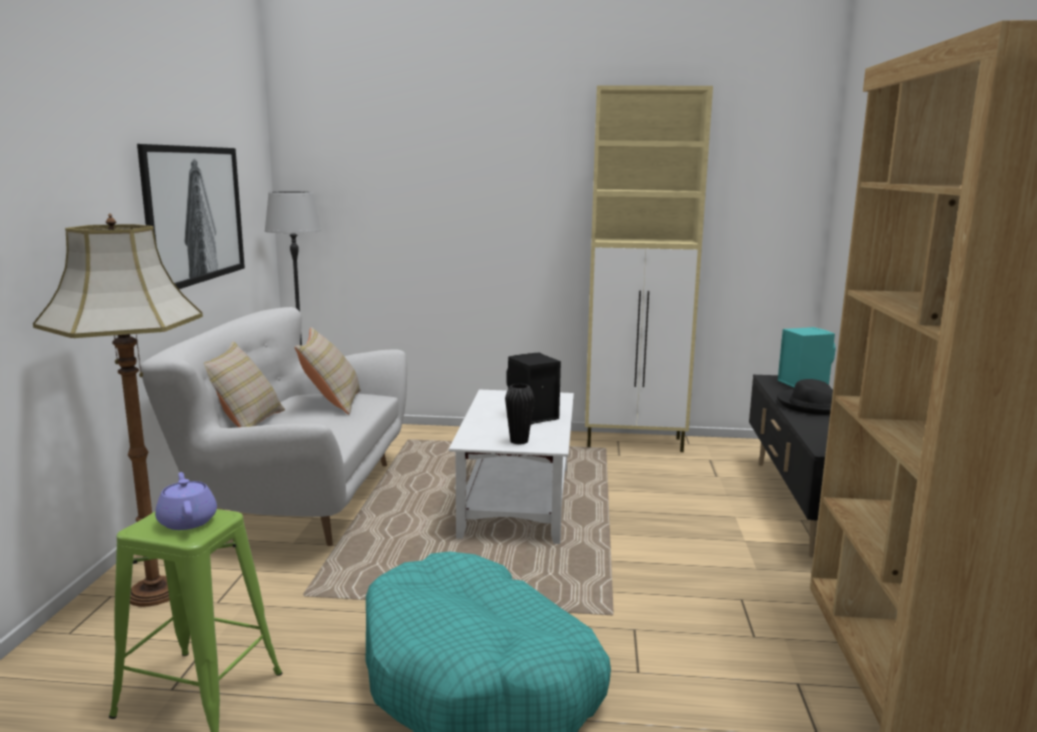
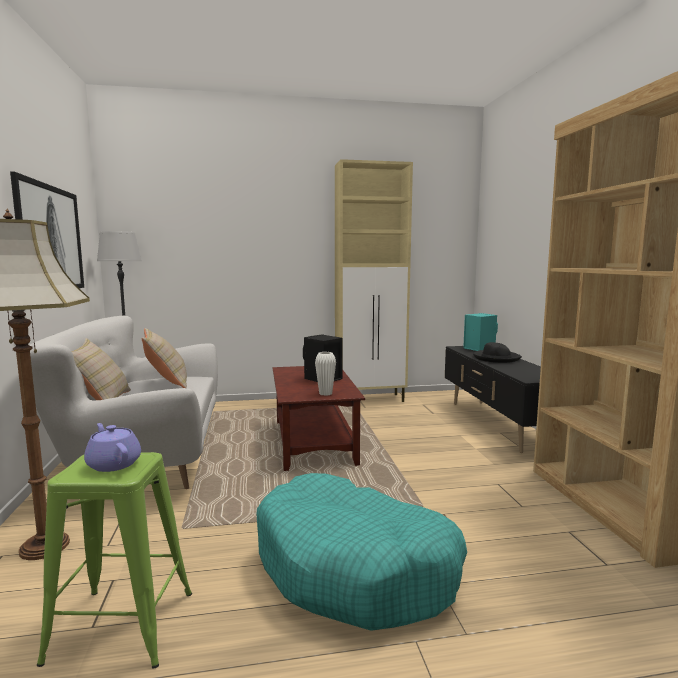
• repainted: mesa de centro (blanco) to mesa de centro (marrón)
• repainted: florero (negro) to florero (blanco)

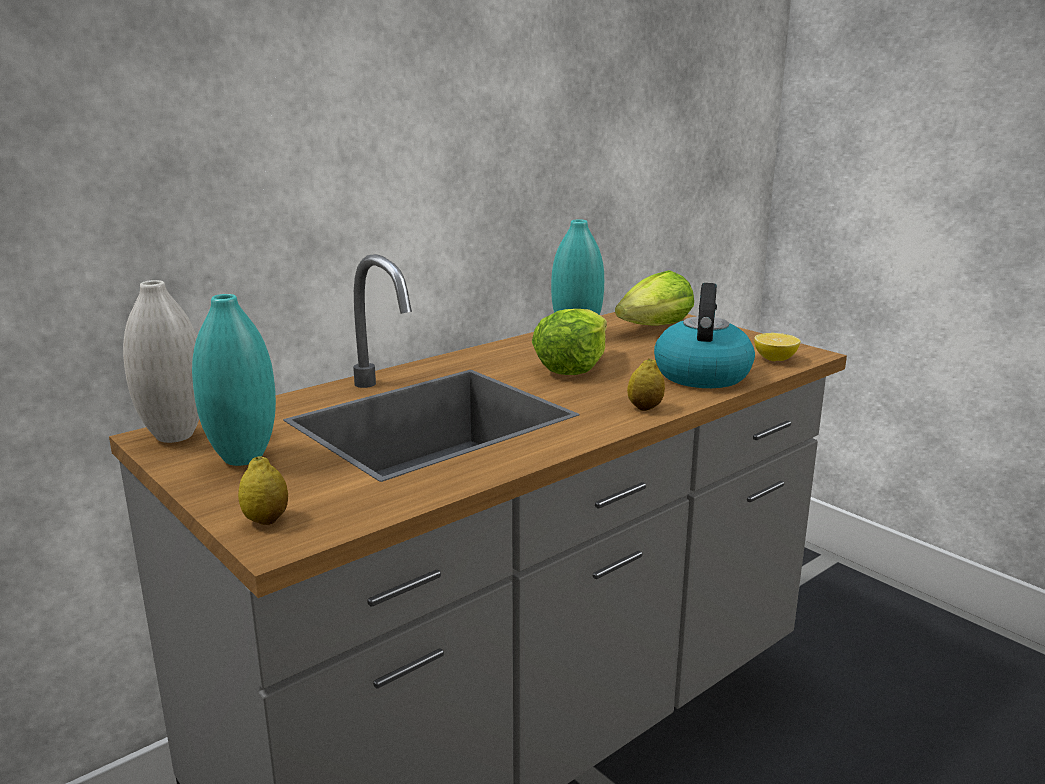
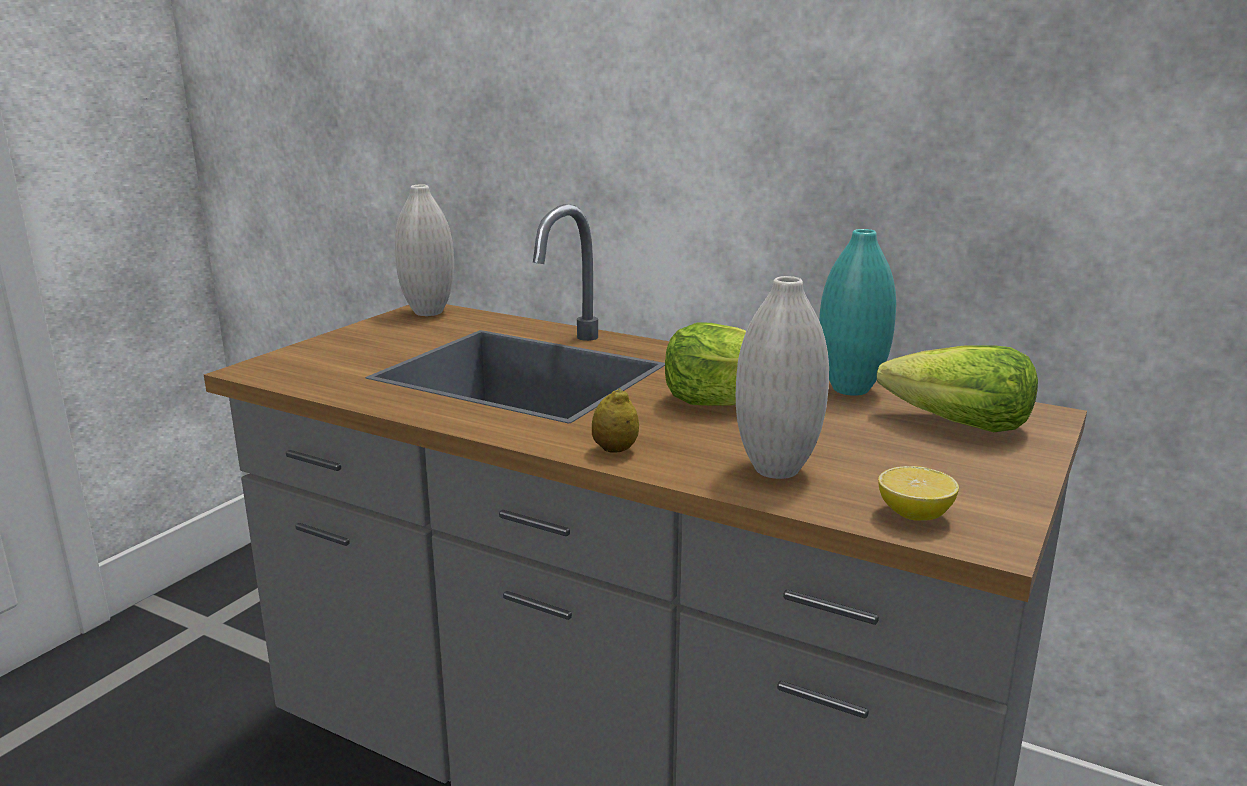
• swapped: hervidor to florero (blanco) (no. 2 from left)
• gone: florero (turquesa) (no. 1 from left)
• gone: limón (no. 1 from left)

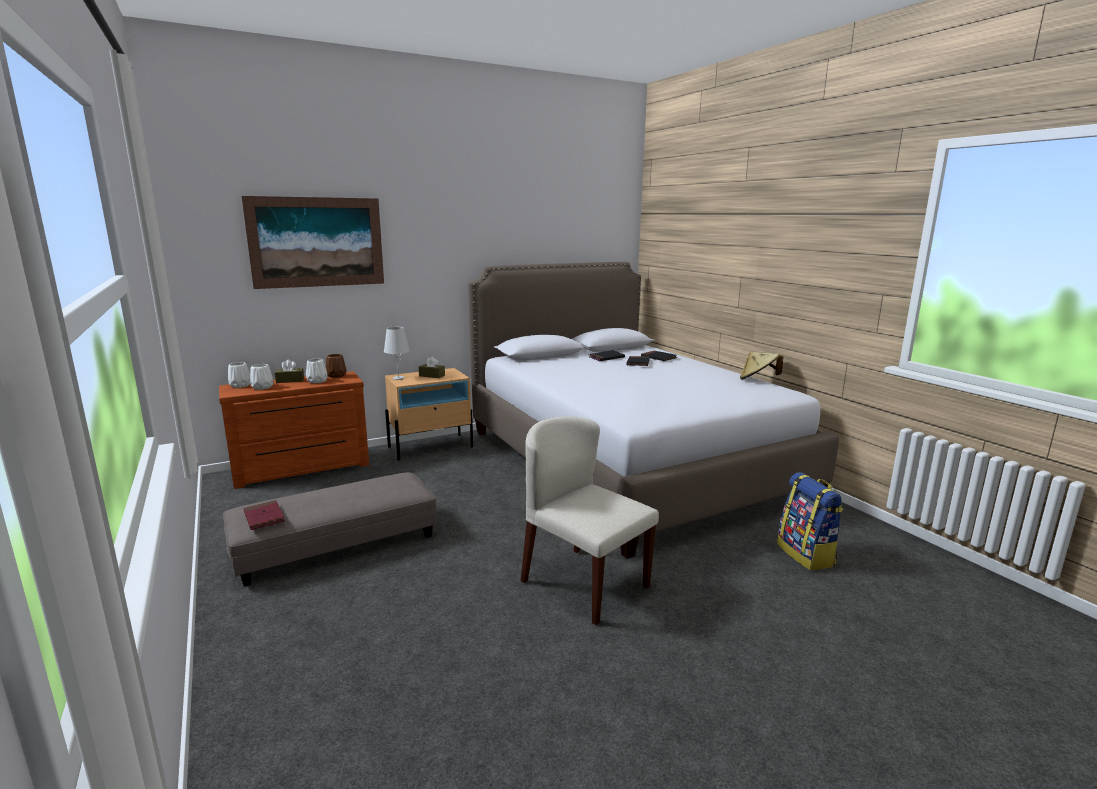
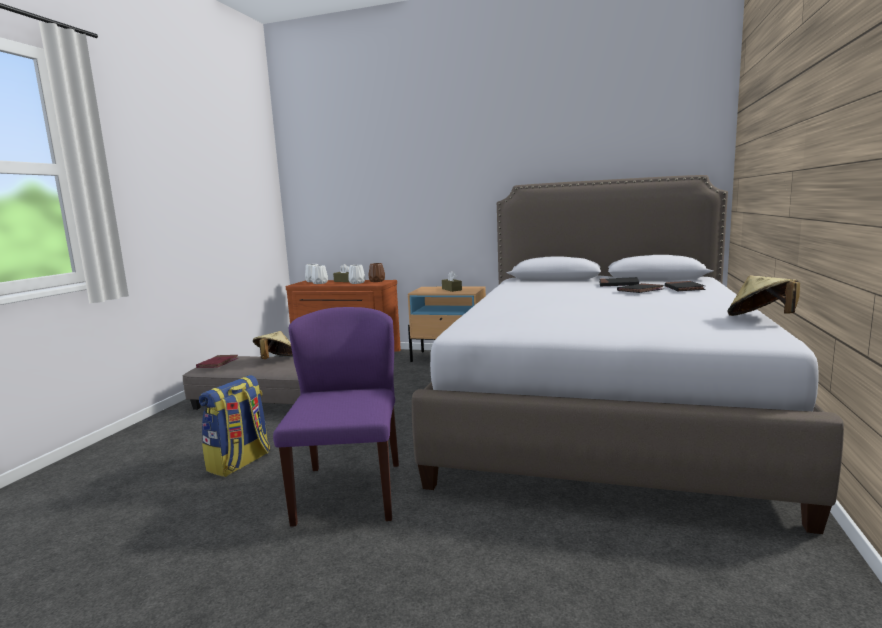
• shifted: mochila
• new: sombrero (beis) (no. 1 from left)
• repainted: silla (beis) to silla (morado)
• gone: cuadro
• gone: lámpara de mesa (blanco)

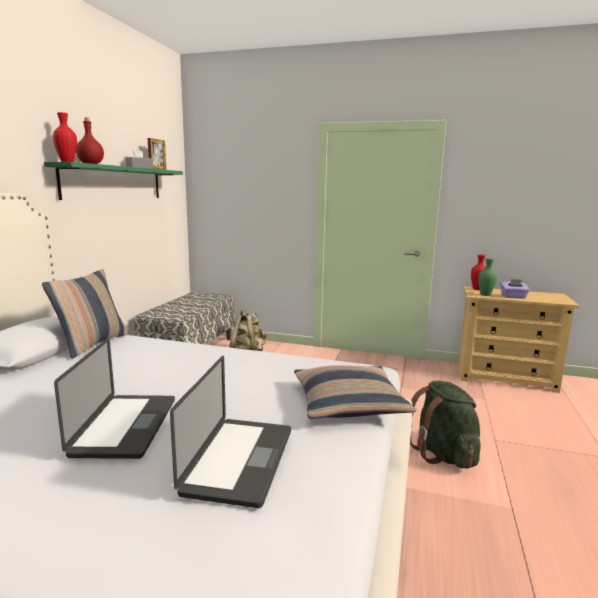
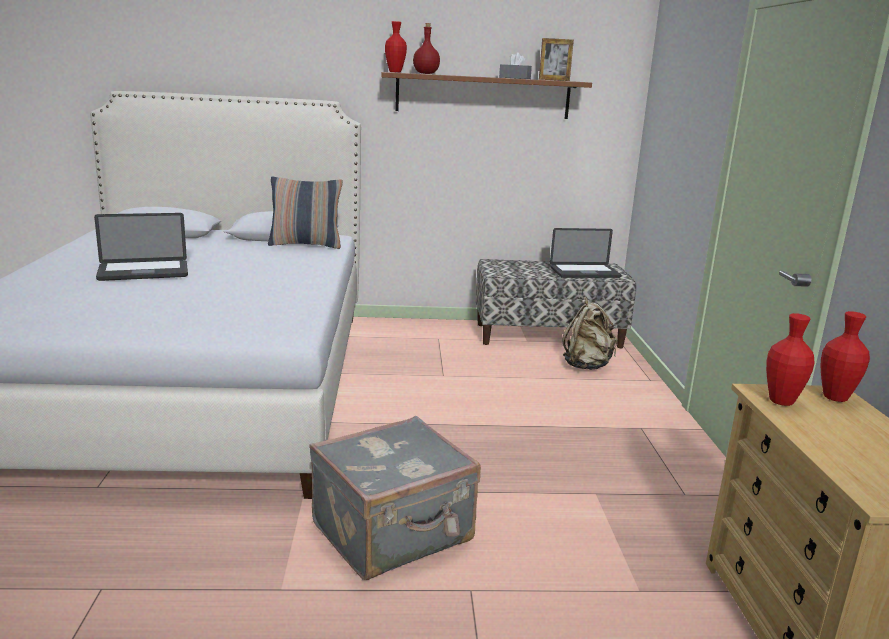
• swapped: mochila (verde) to maleta (gris)
• repainted: estante (verde) to estante (marrón)
• shifted: portátil (no. 2 from left)
• repainted: florero (verde) to florero (rojo) (no. 2 from left)
• gone: cojín (no. 2 from left)
• gone: caja de pañuelos (morado)

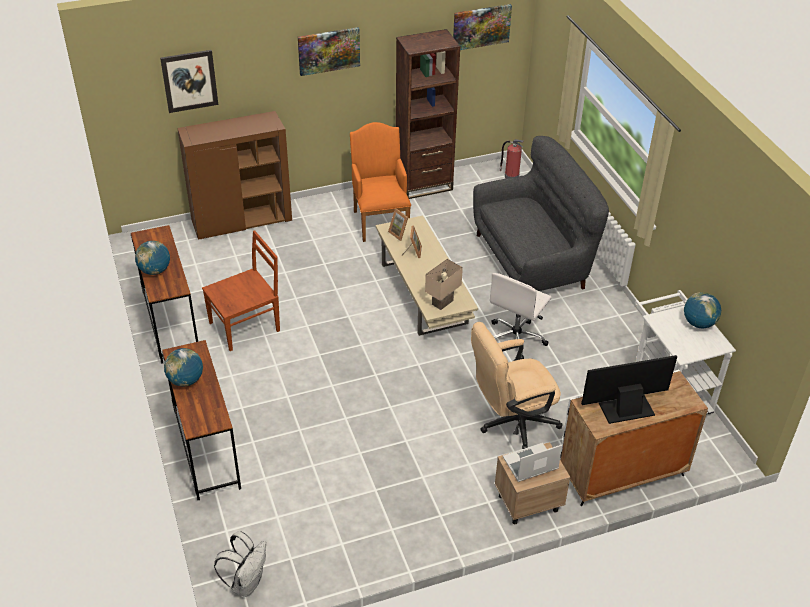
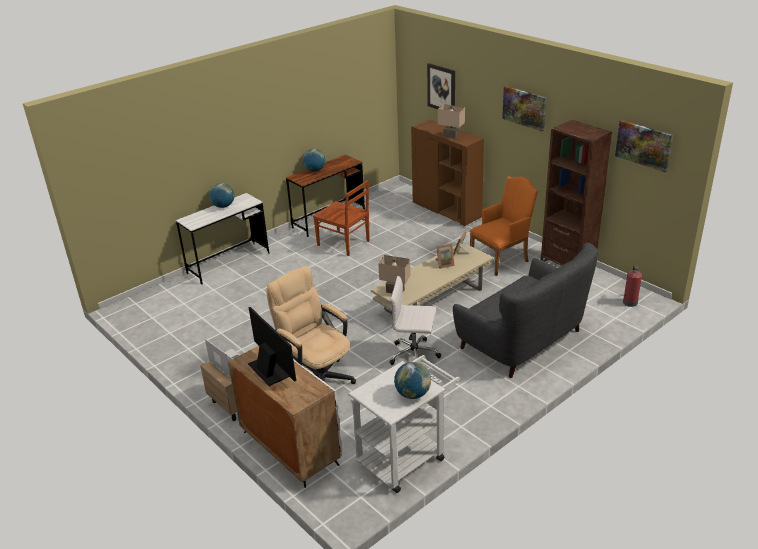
• repainted: escritorio (marrón) (no. 2 from left) to escritorio (blanco)
• new: lámpara de mesa (beis) (no. 2 from left)
• gone: mochila (blanco)

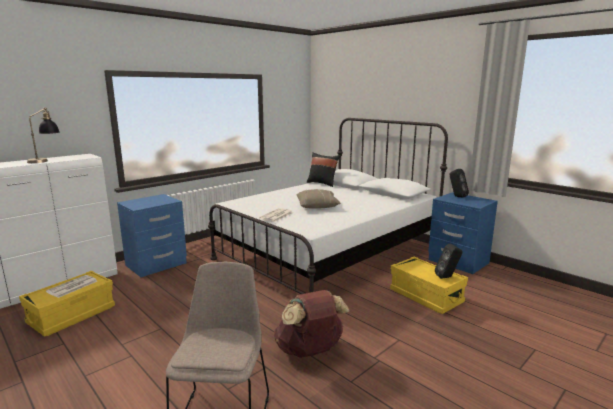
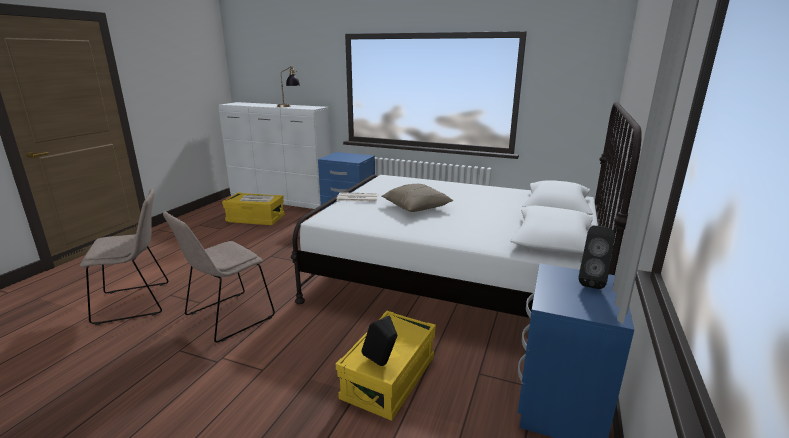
• swapped: mochila (marrón) to silla (beis) (no. 2 from left)
• gone: cojín (negro)

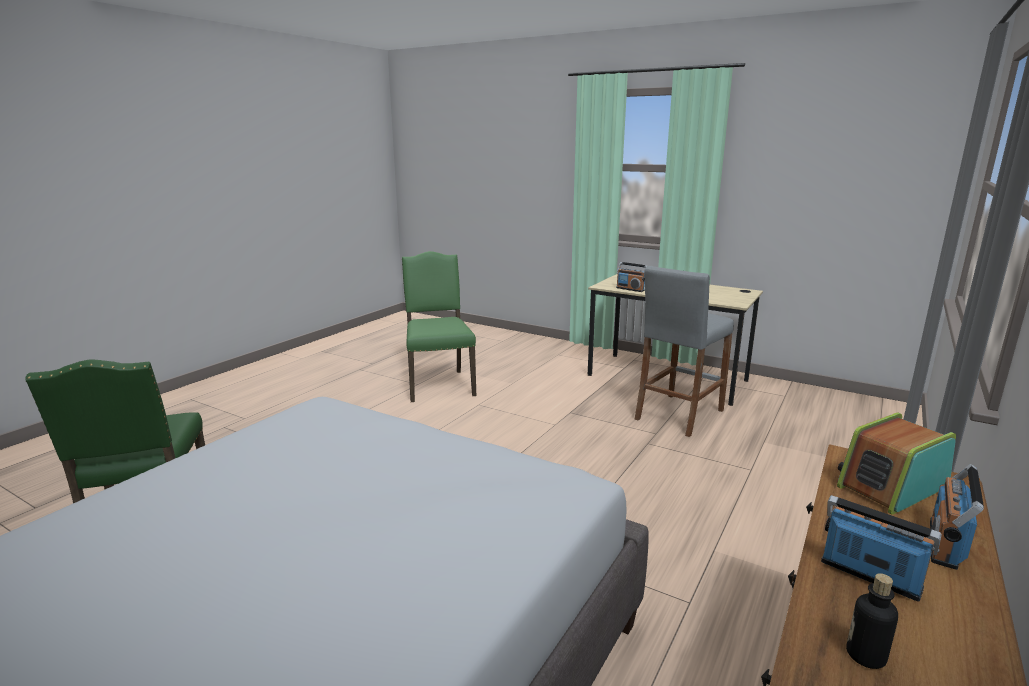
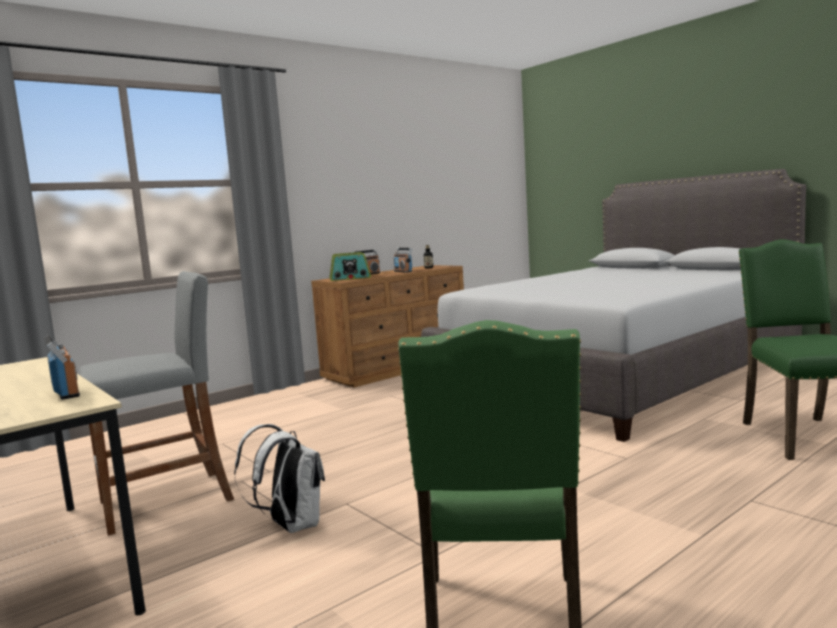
• new: mochila (blanco)

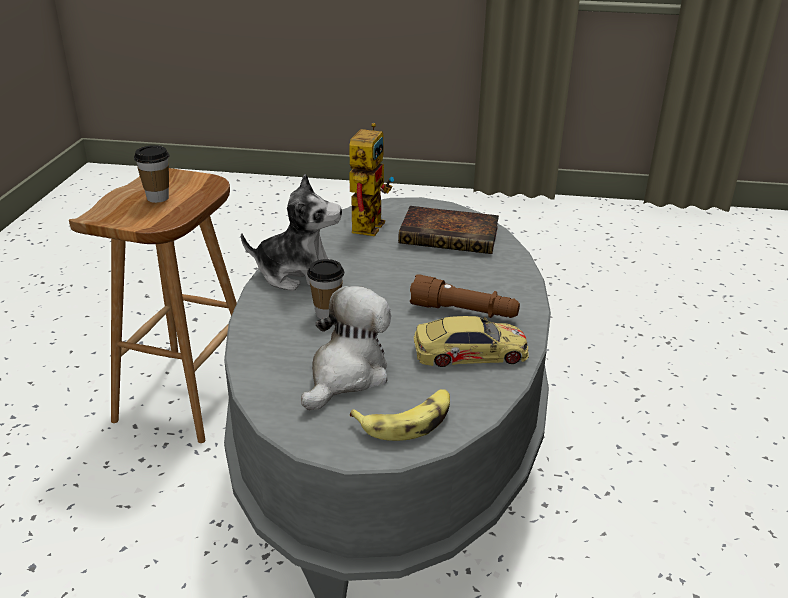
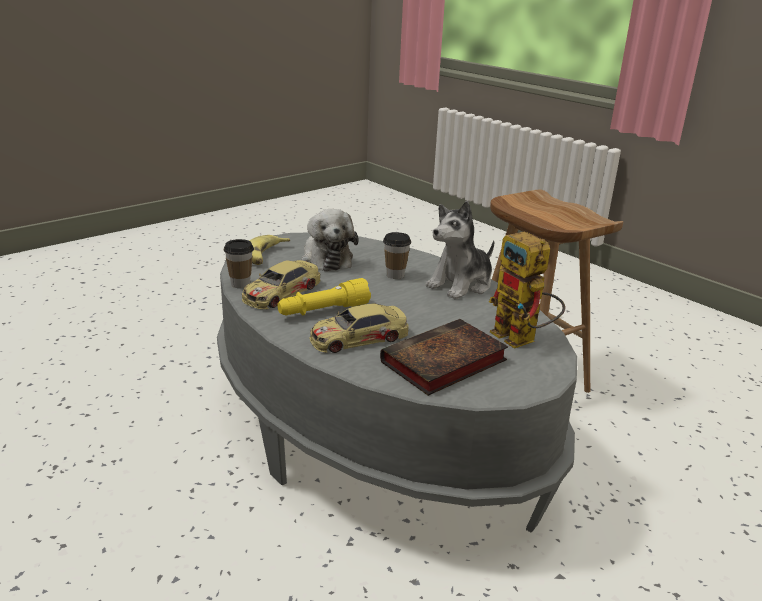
• shifted: taza (no. 1 from left)
• repainted: linterna (marrón) to linterna (amarillo)
• new: coche de juguete (no. 2 from left)

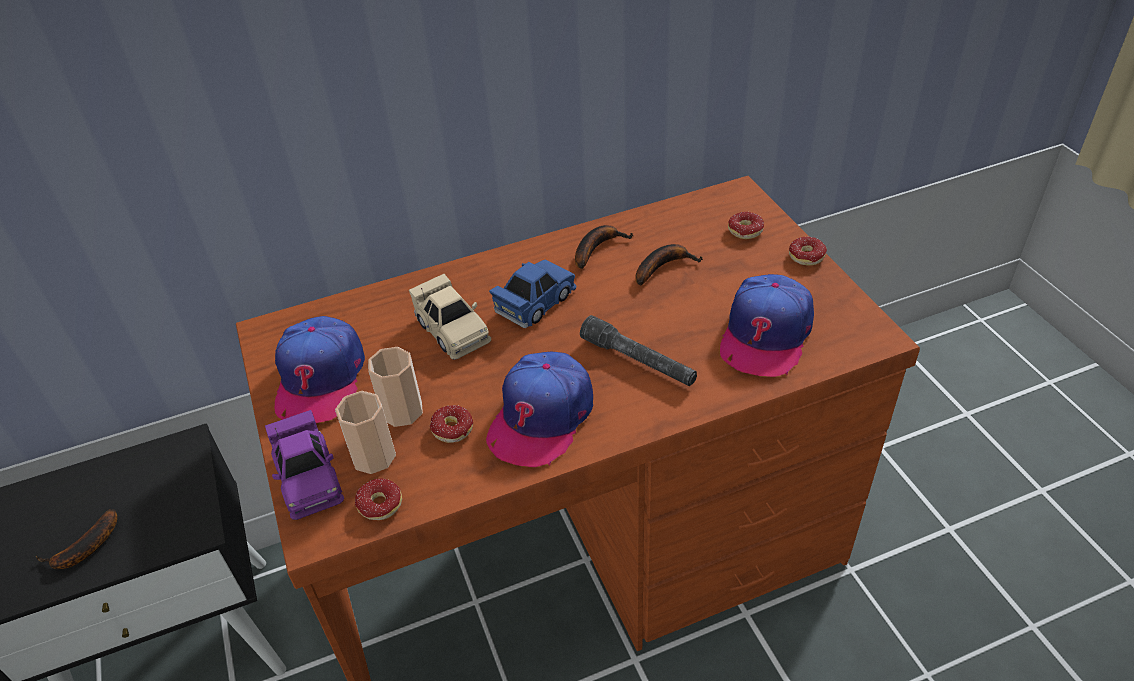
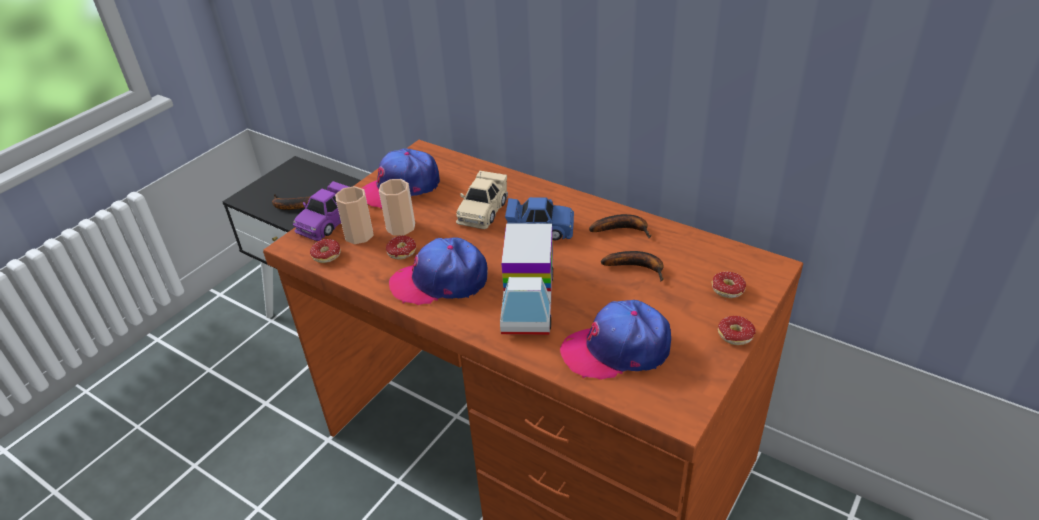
• swapped: linterna (gris) to camión de juguete

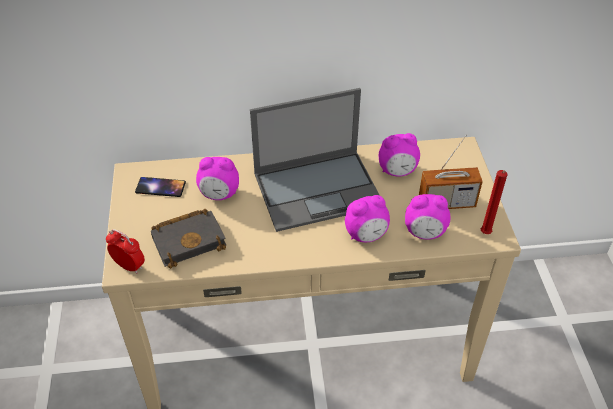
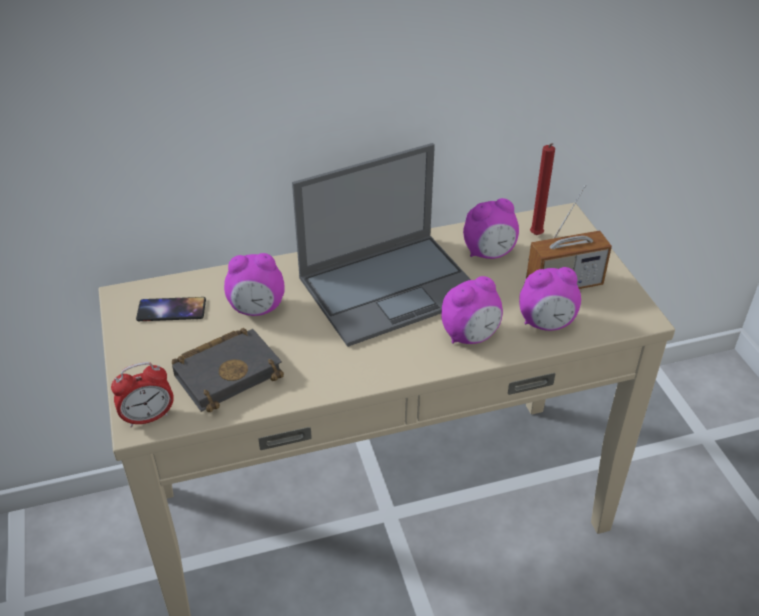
• rotated: despertador (no. 1 from left) 135 degrees clockwise
• shifted: vela (rojo)

